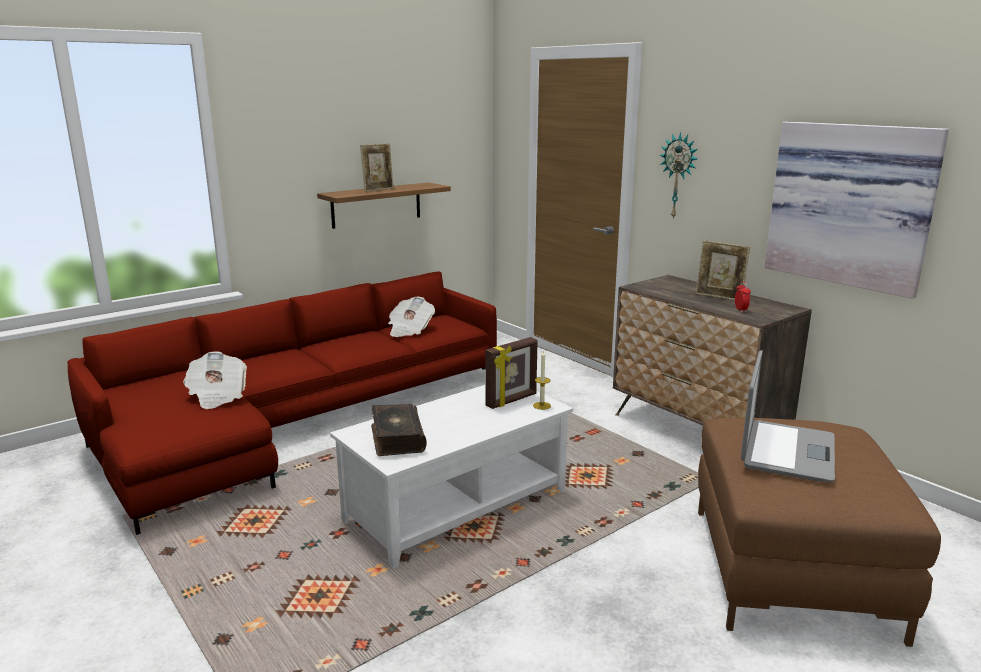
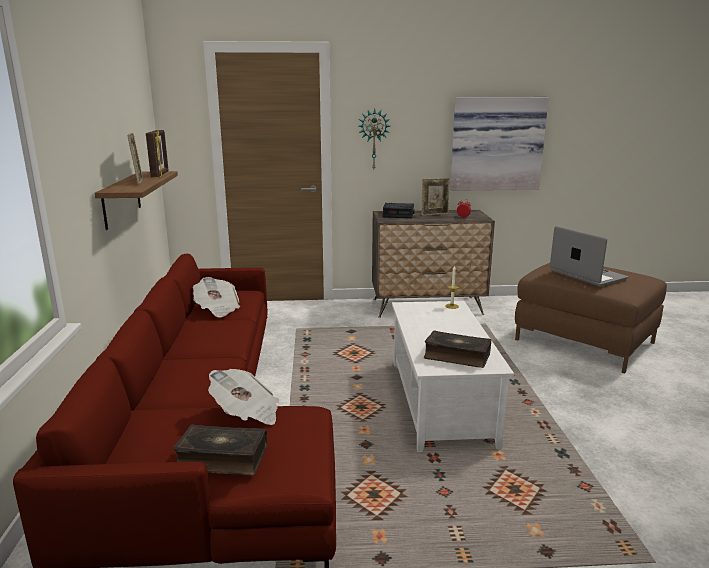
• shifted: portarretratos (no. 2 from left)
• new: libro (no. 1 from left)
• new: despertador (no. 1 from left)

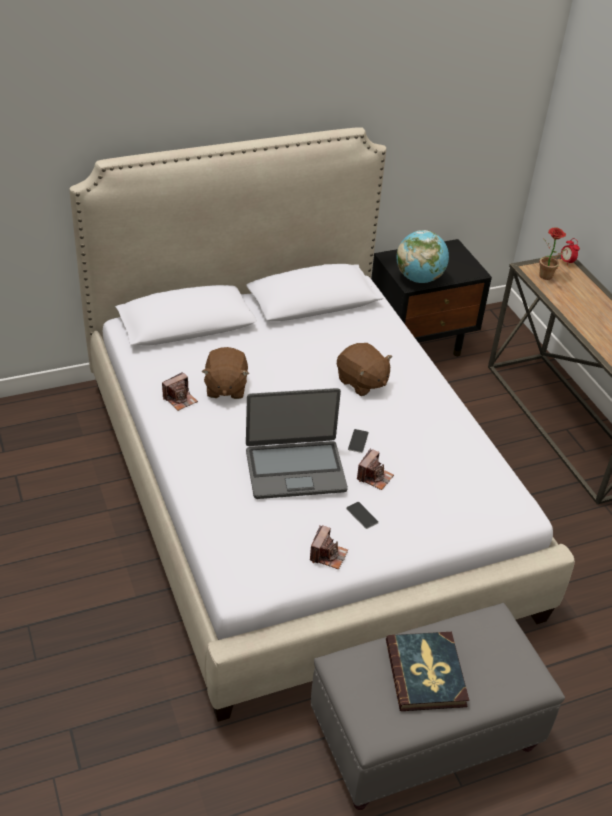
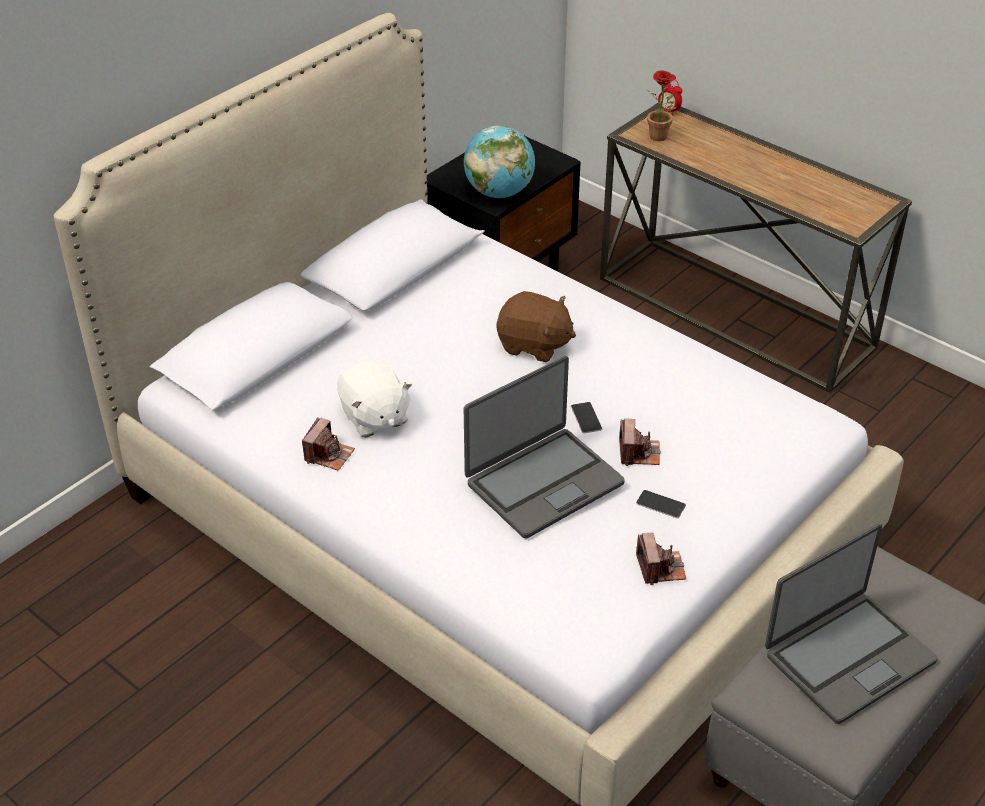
• repainted: peluche (marrón) (no. 1 from left) to peluche (blanco)
• swapped: libro to portátil (no. 2 from left)

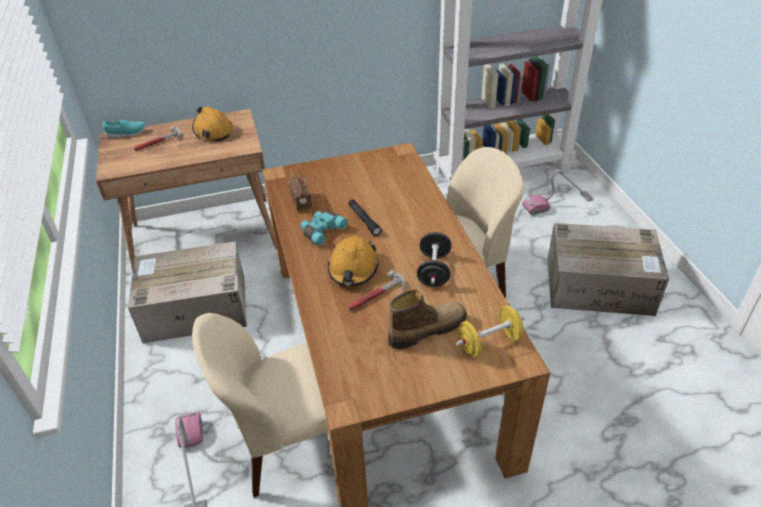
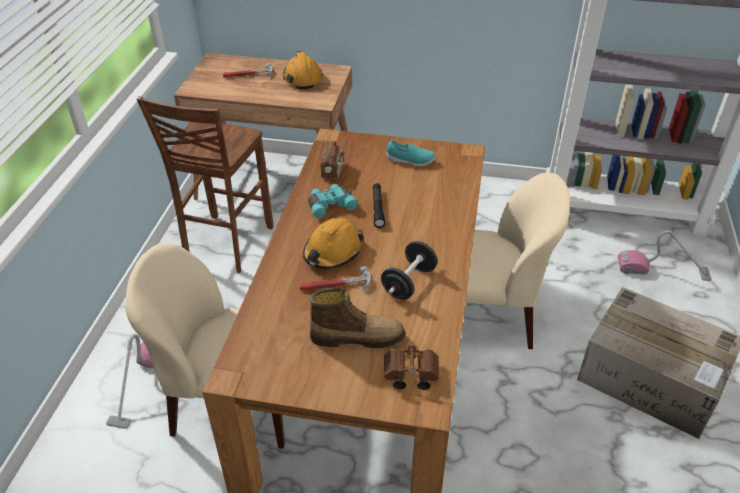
• swapped: caja de cartón (no. 1 from left) to taburete (marrón)
• swapped: mancuerna (amarillo) to prismáticos (marrón)
• shifted: zapato (turquesa)

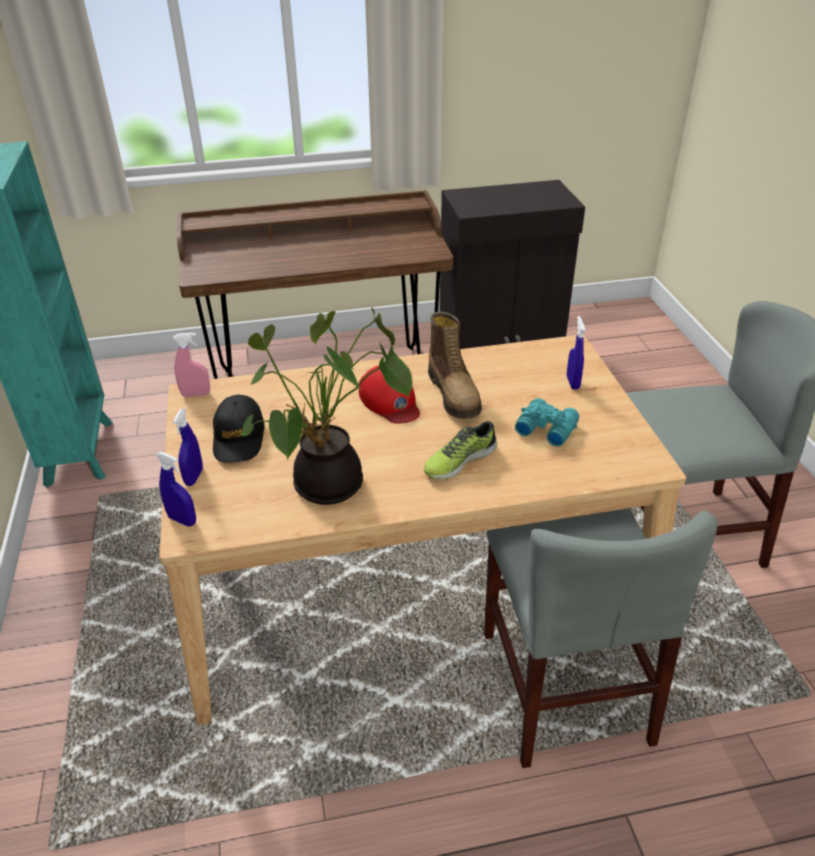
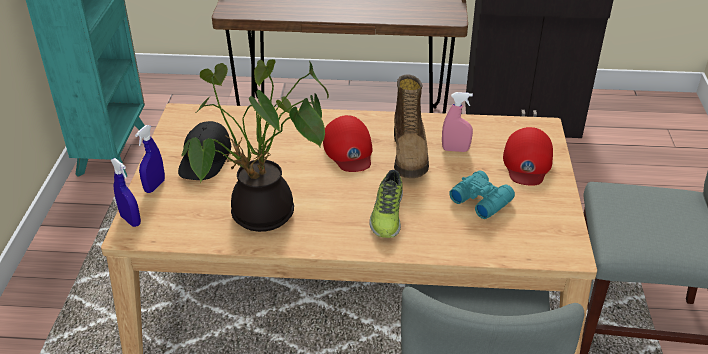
• rotated: zapato 60 degrees counterclockwise
• shifted: pulverizador (rosa)
• swapped: pulverizador (azul) (no. 3 from left) to gorra (rojo) (no. 2 from left)

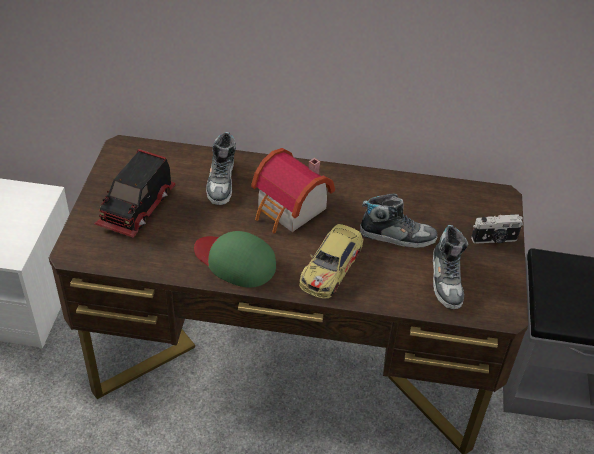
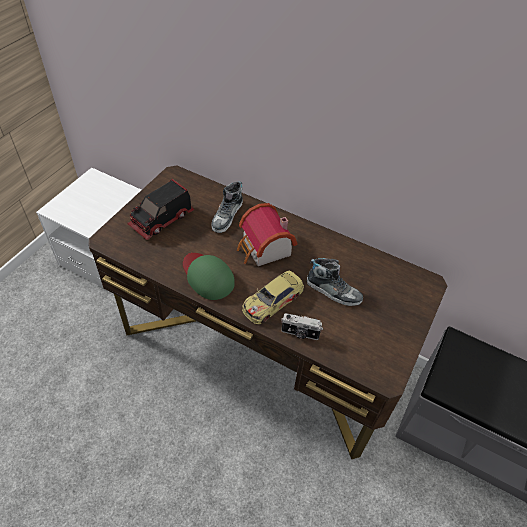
• shifted: cámara
• gone: zapato (no. 3 from left)

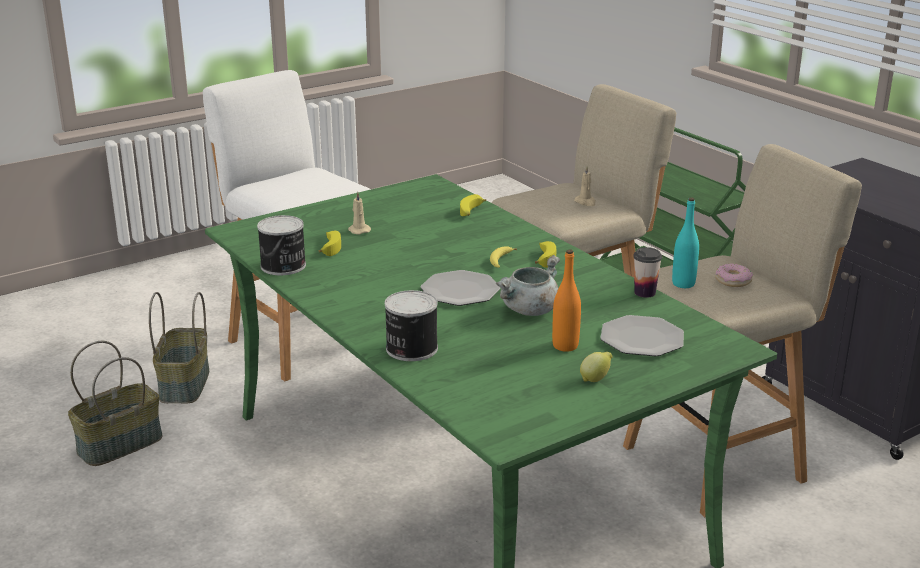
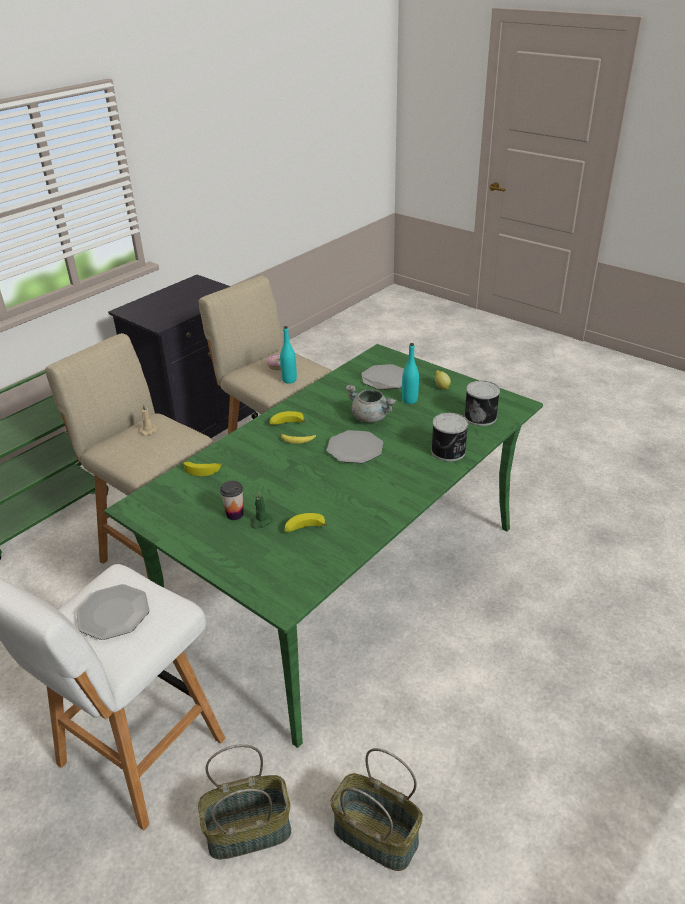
• new: plato (no. 1 from left)
• shifted: taza
• repainted: vela (beis) (no. 1 from left) to vela (verde)
• repainted: botella (naranja) to botella (turquesa) (no. 2 from left)
• shifted: lata (no. 1 from left in the first image) to lata (no. 2 from left)

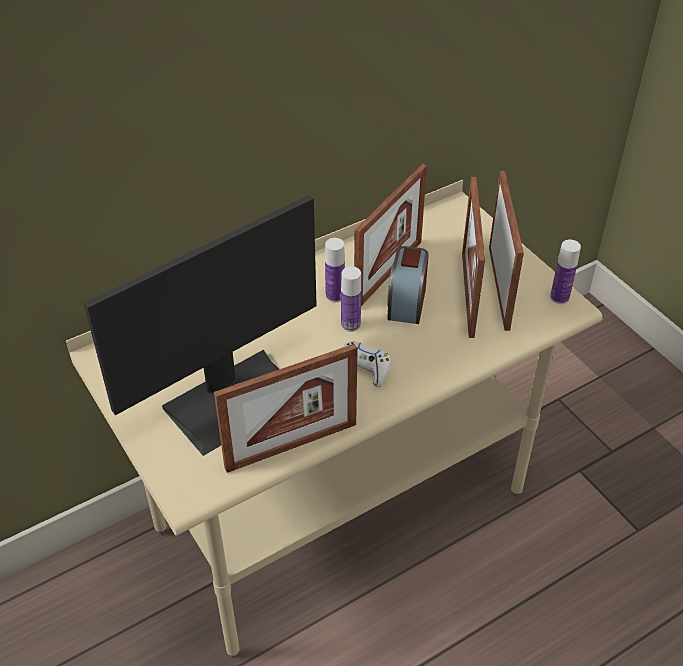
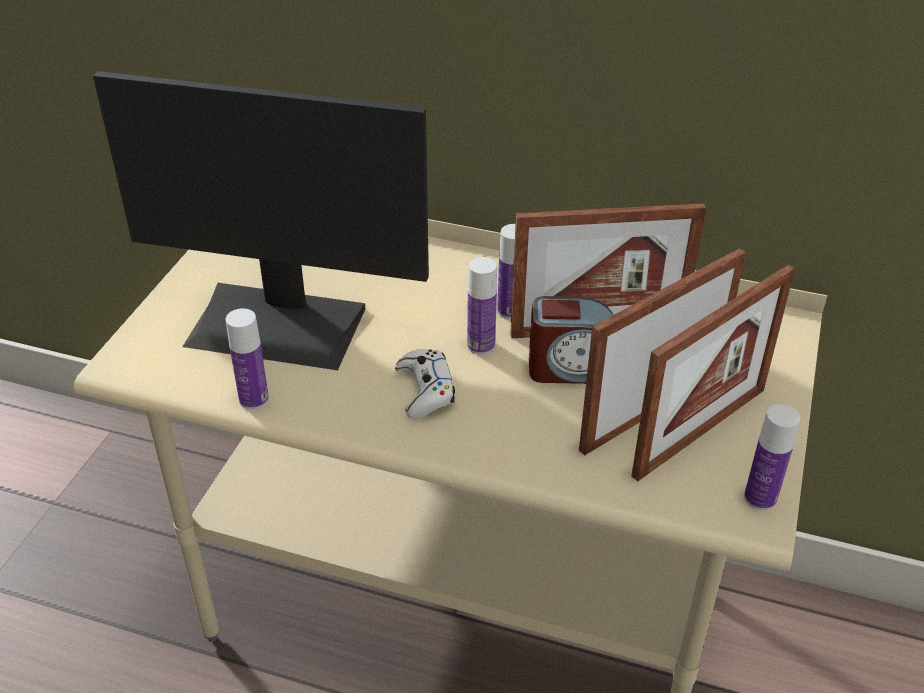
• swapped: portarretratos (no. 1 from left) to botella (no. 1 from left)
• rotated: despertador 150 degrees counterclockwise

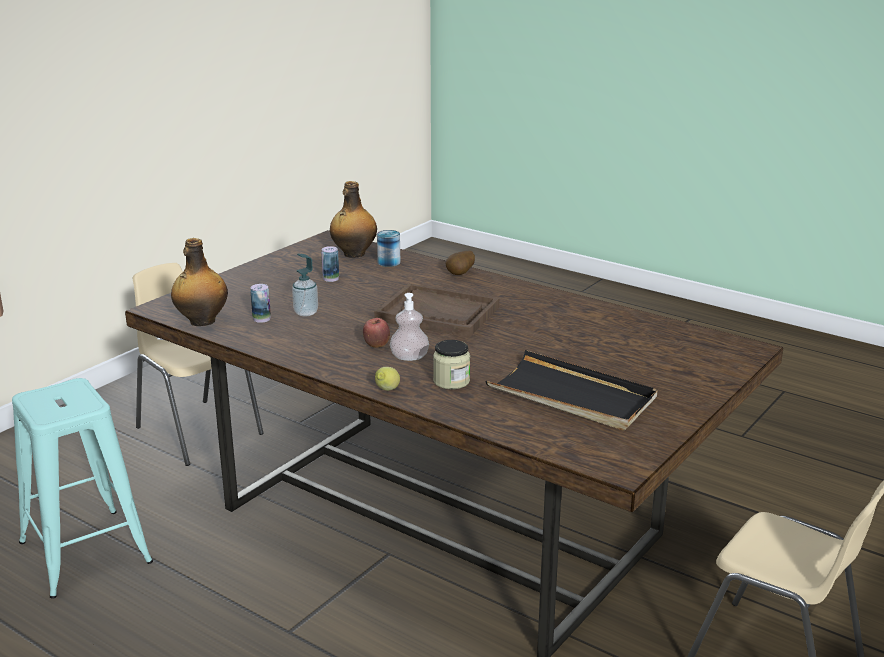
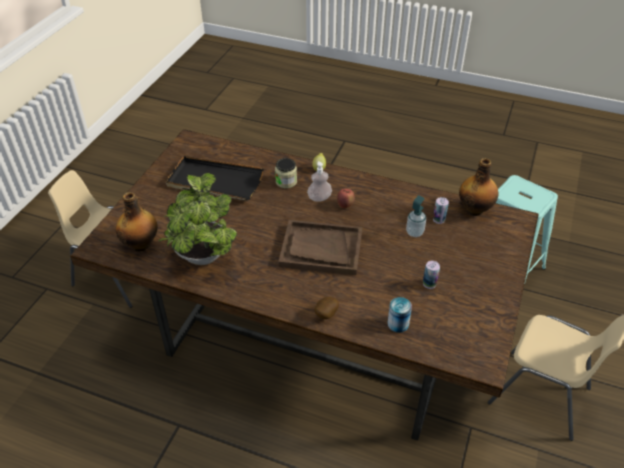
• shifted: botella (no. 2 from left in the first image) to botella (no. 1 from left)
• new: planta en maceta

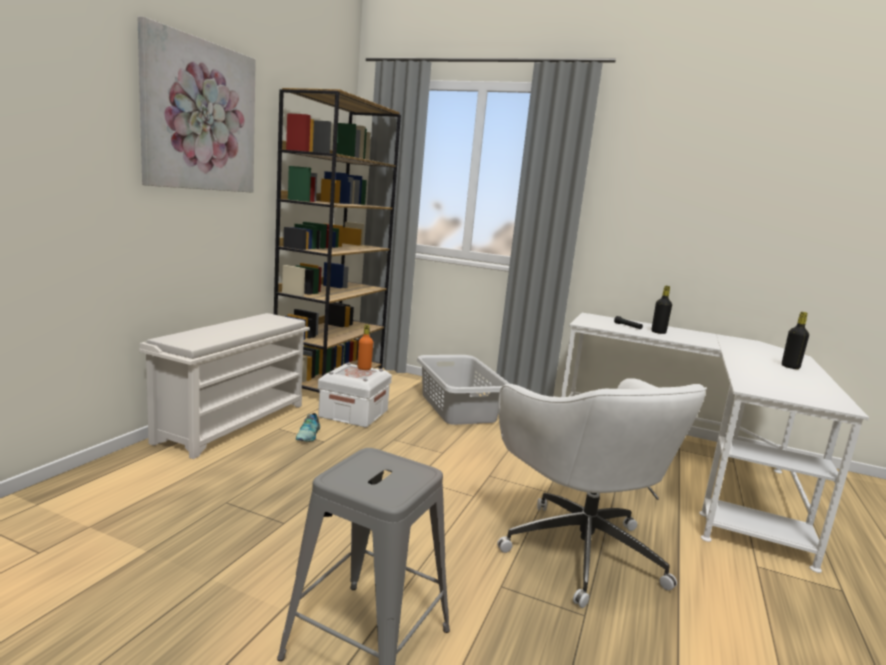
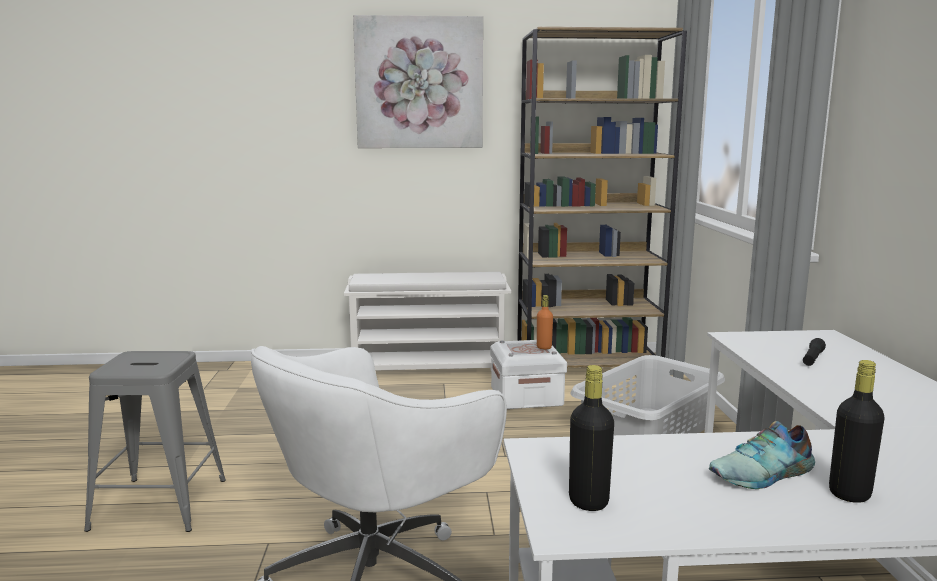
• shifted: botella (negro) (no. 1 from left)
• shifted: zapato

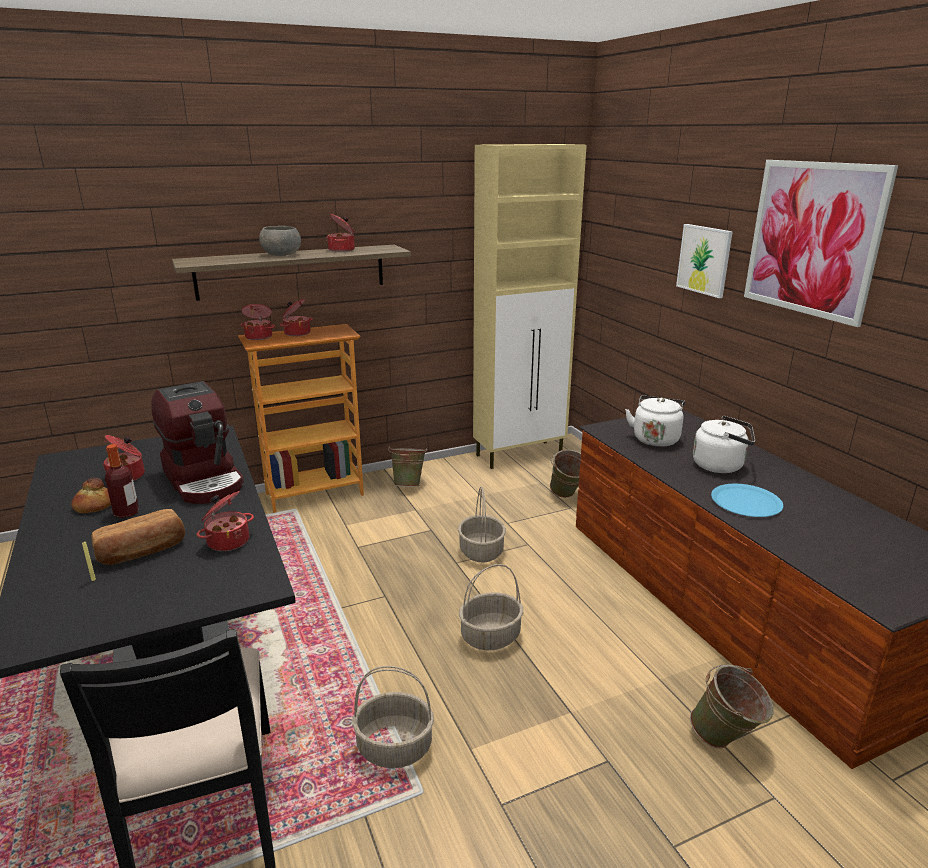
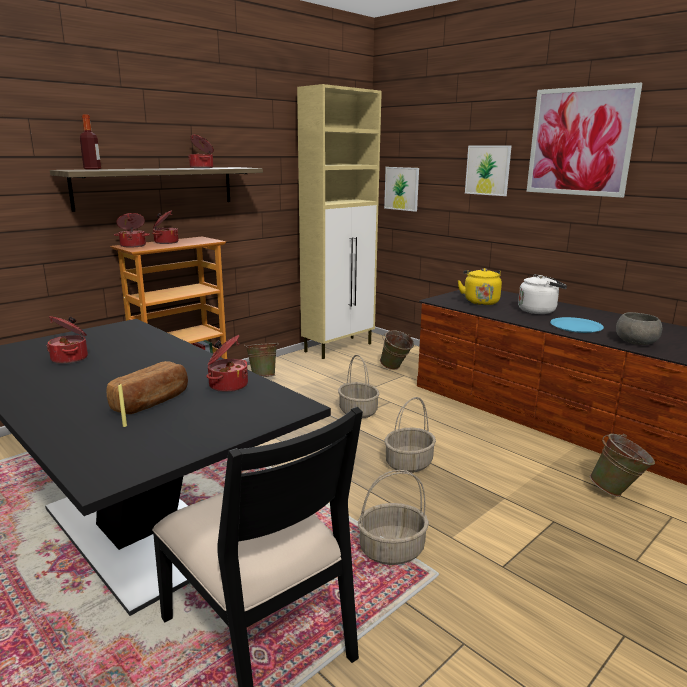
• shifted: botella
• new: cuadro (no. 1 from left)
• repainted: hervidor (blanco) (no. 1 from left) to hervidor (amarillo)
• shifted: cuenco (gris)
• gone: pan (no. 1 from left)
• gone: cafetera

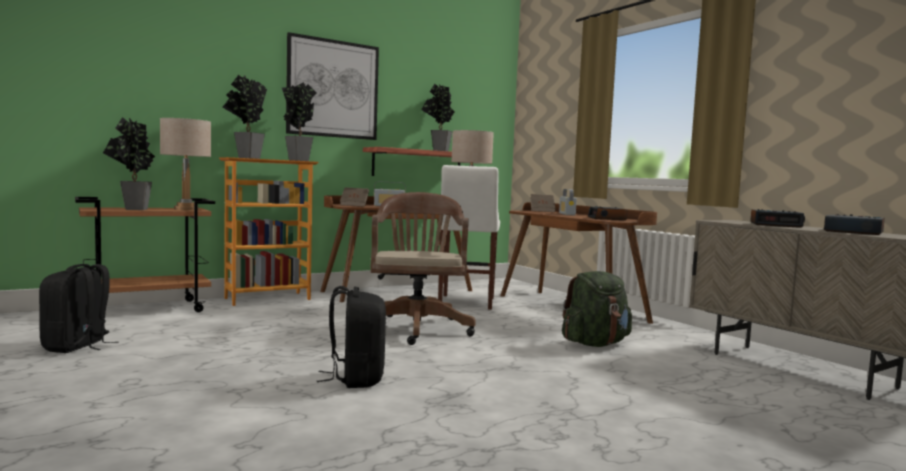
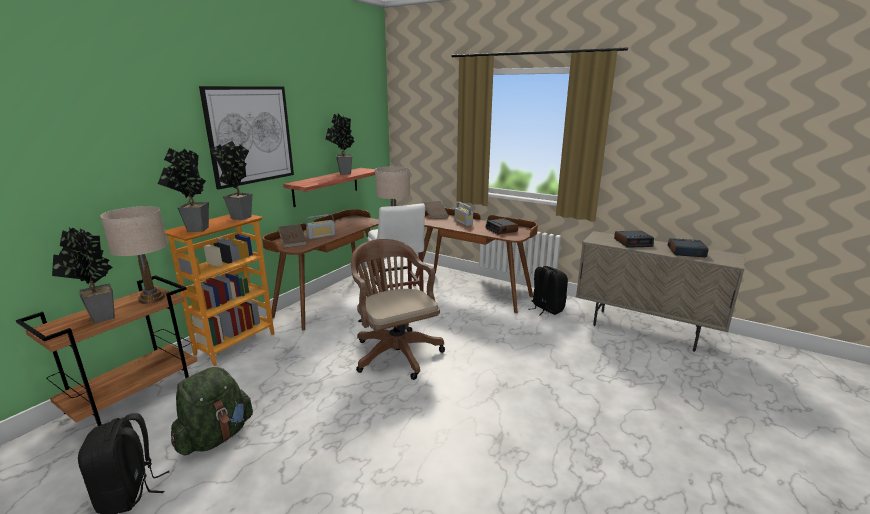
• shifted: mochila (verde)
• shifted: mochila (negro) (no. 2 from left)

